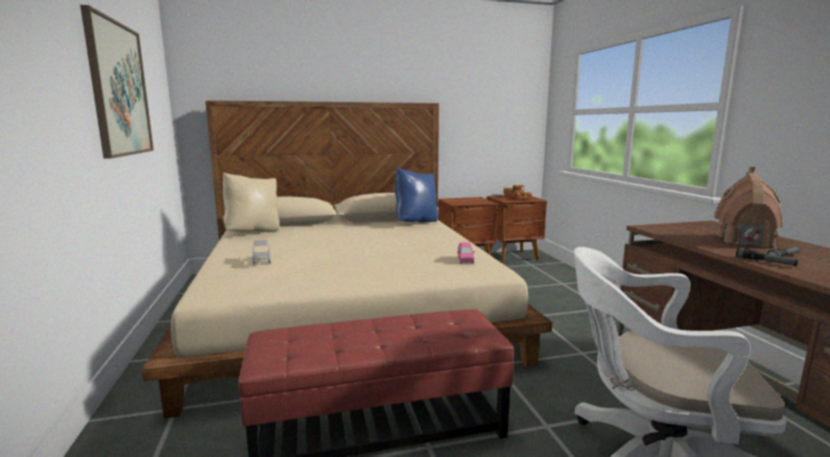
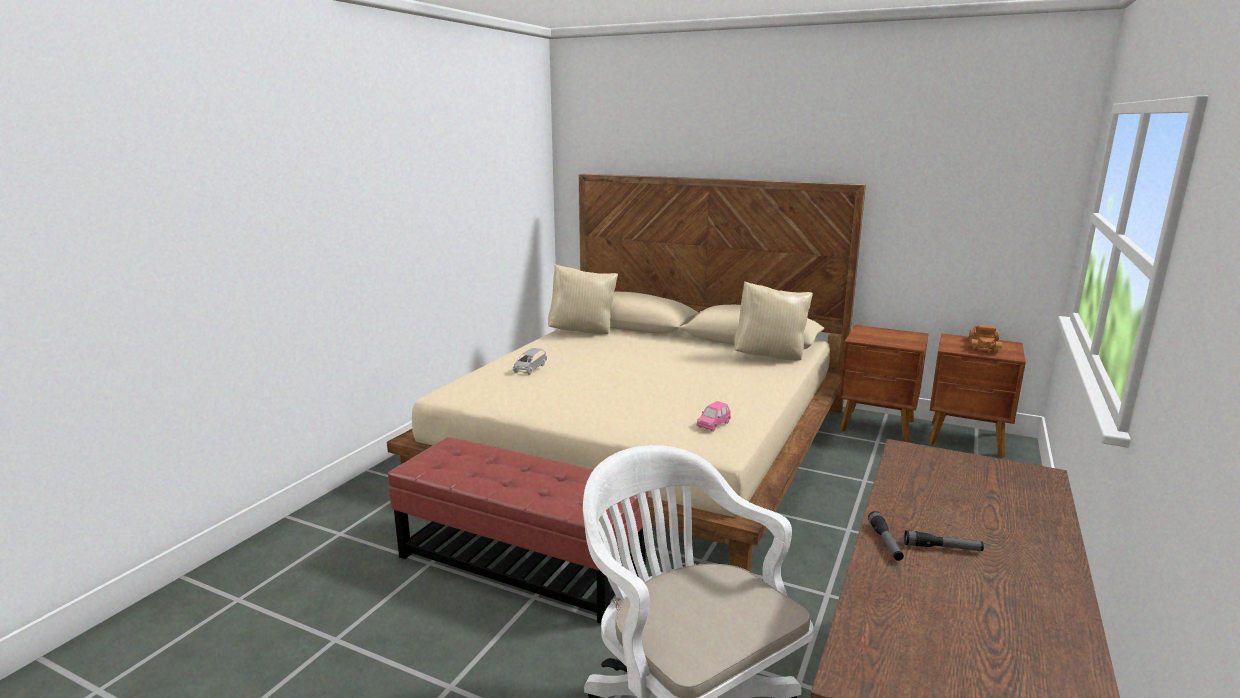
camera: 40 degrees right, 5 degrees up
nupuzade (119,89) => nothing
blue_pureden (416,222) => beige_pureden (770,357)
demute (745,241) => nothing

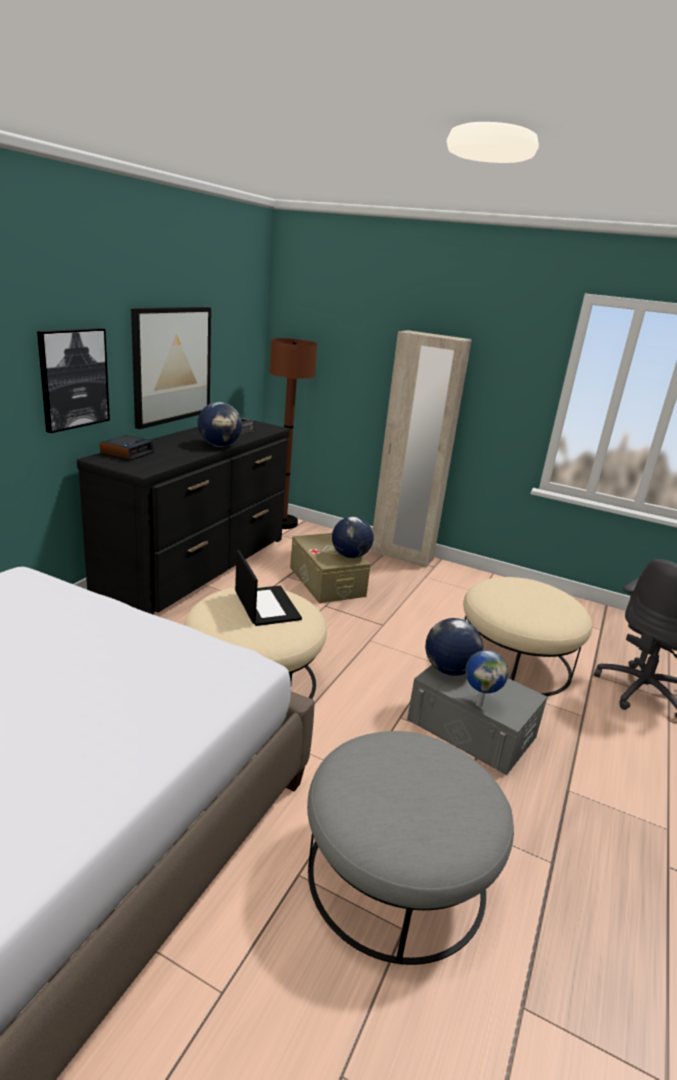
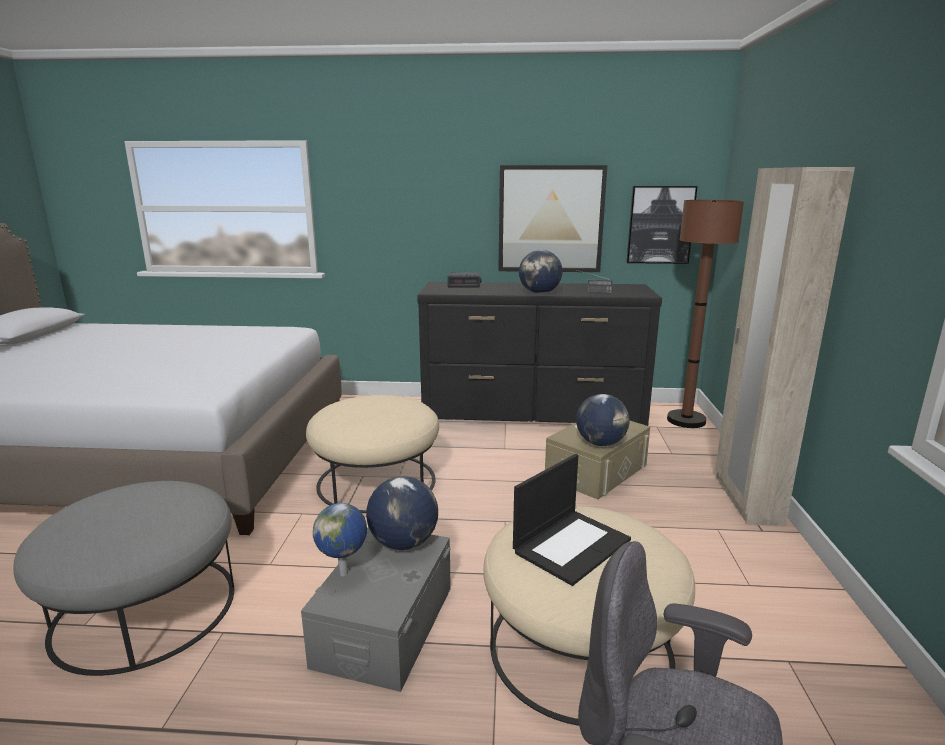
camera: 70 degrees right, 5 degrees down
nupuzade (73,378) => nupuzade (660,225), relocated
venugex (266,605) => venugex (571,545), relocated

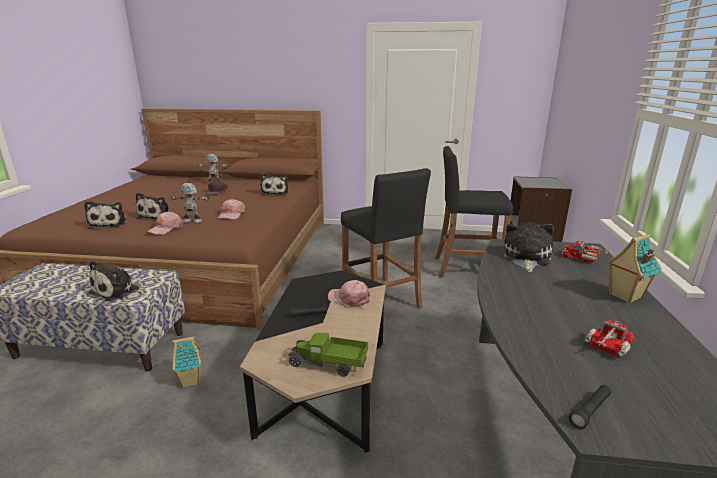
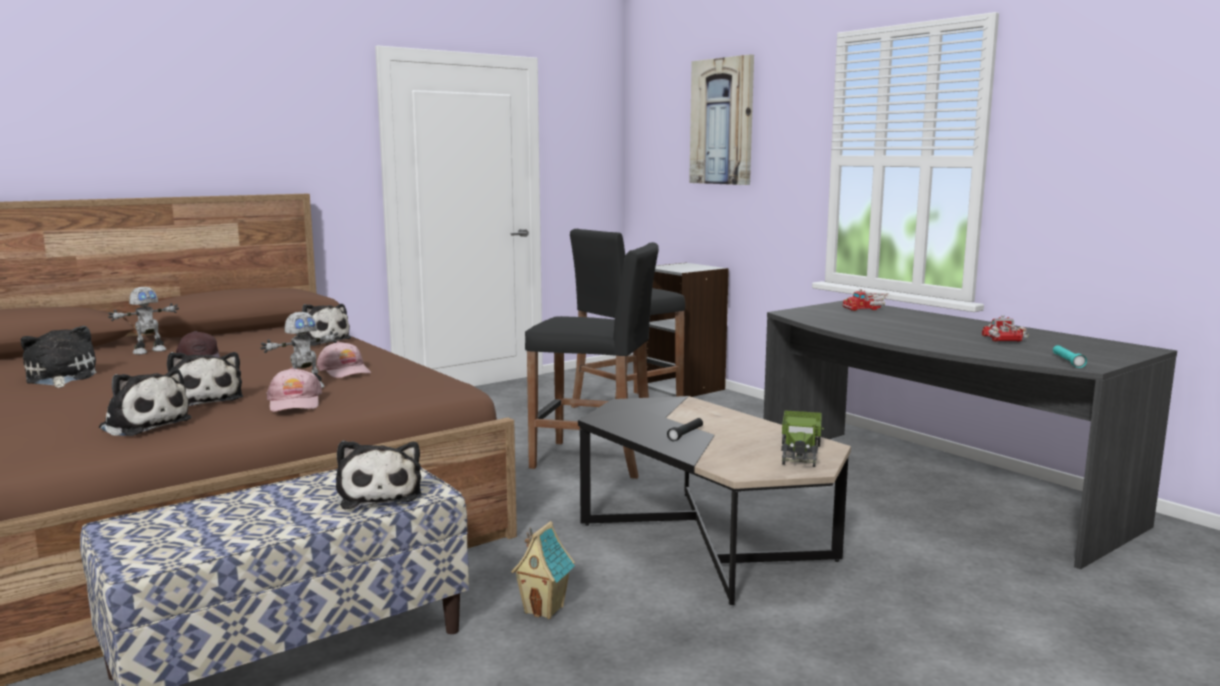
camera: 45 degrees left, 10 degrees down
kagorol (328,364) => kagorol (800,452), 45 degrees counterclockwise
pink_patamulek (349,298) => nothing
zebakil (526,258) => zebakil (60,378), relocated
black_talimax (590,411) => turquoise_talimax (1067,361)
demute (624,296) => nothing
nothing => nupuzade (722,122)

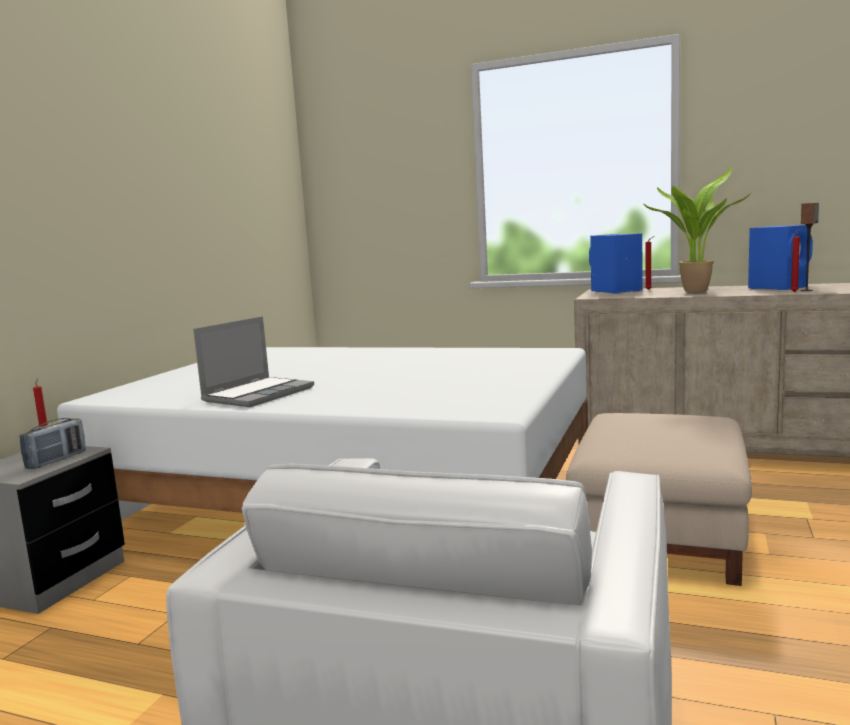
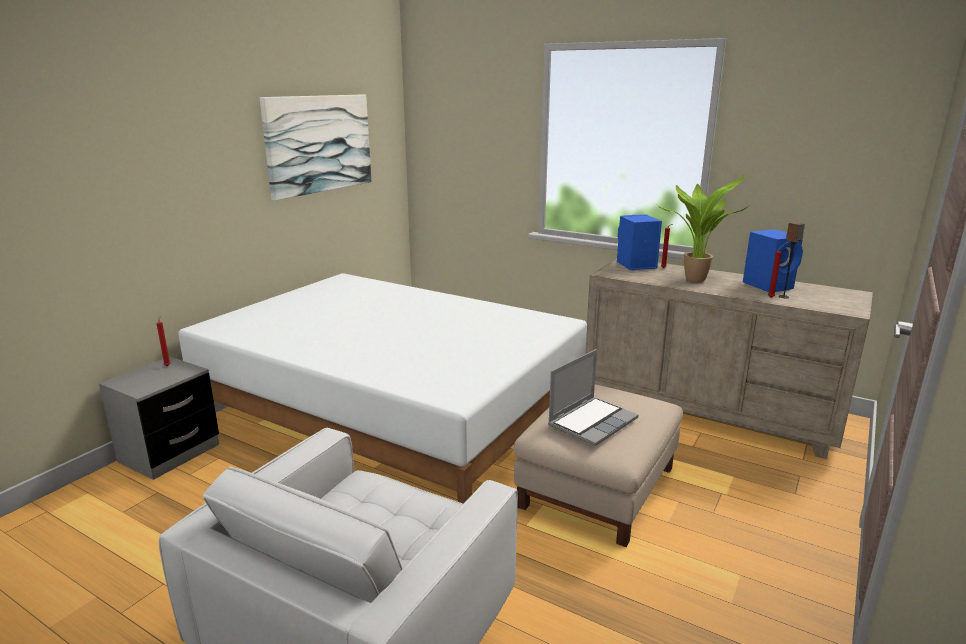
camera: 10 degrees right, 10 degrees up
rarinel (56,460) => nothing
venugex (258,394) => venugex (592,421), relocated
nothing => nupuzade (319,144)

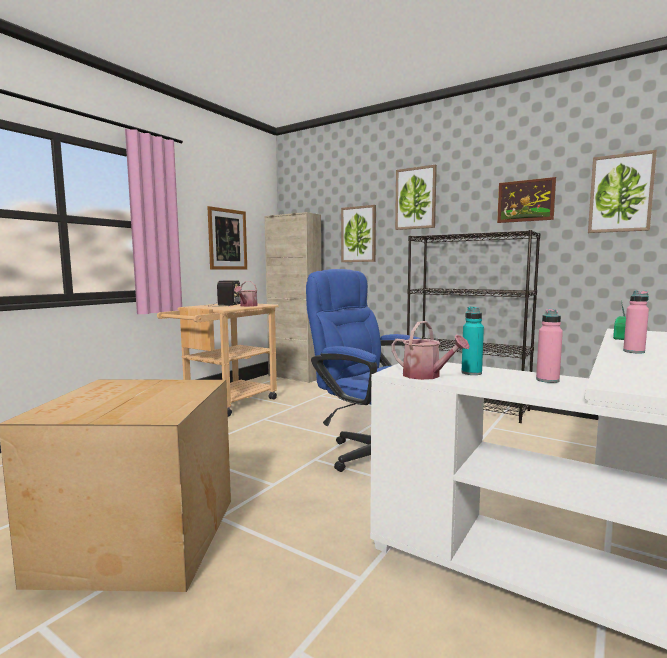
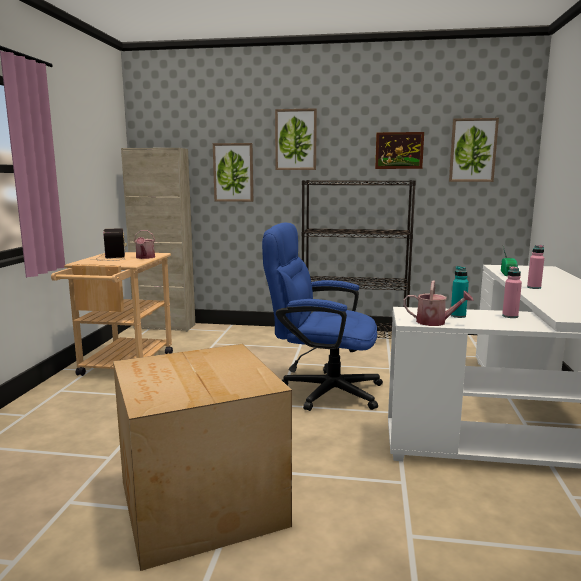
camera: 25 degrees left, 5 degrees up
nupuzade (227,239) => nothing

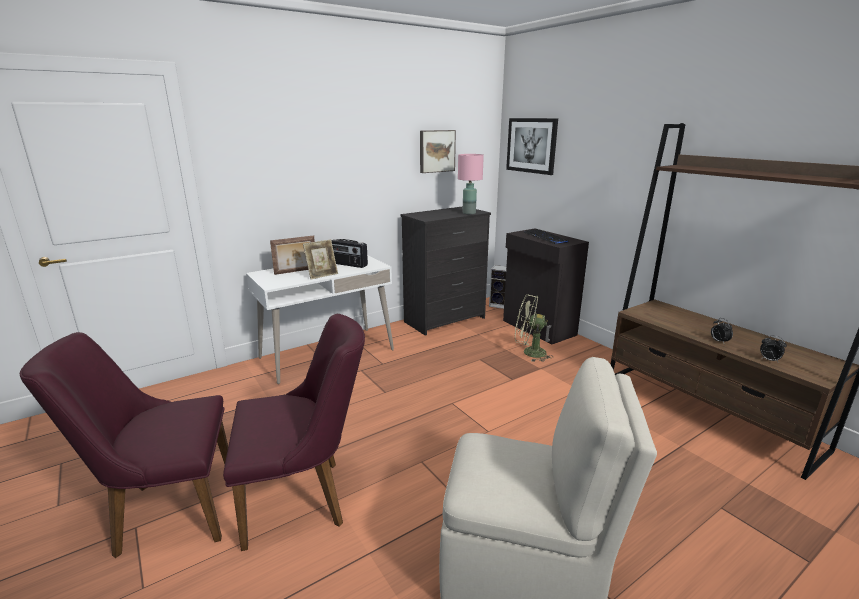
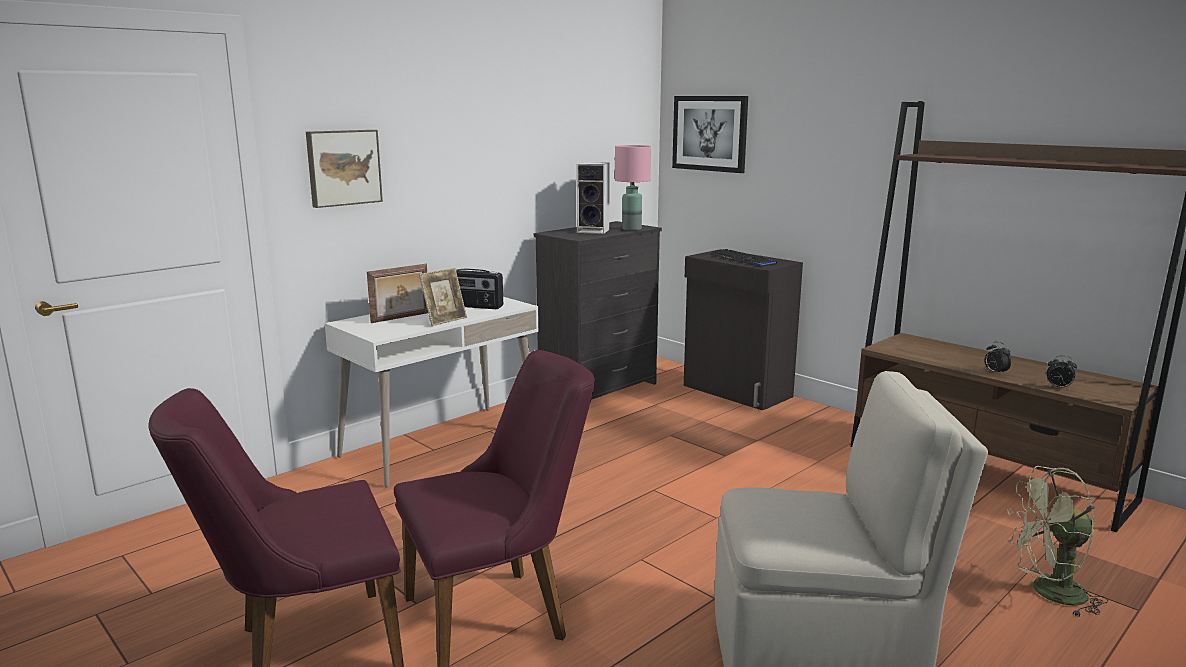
camera: 10 degrees left, 5 degrees down
nupuzade (436,151) => nupuzade (343,167), relocated
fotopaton (499,305) => fotopaton (594,231), relocated
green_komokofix (529,353) => green_komokofix (1048,593), relocated

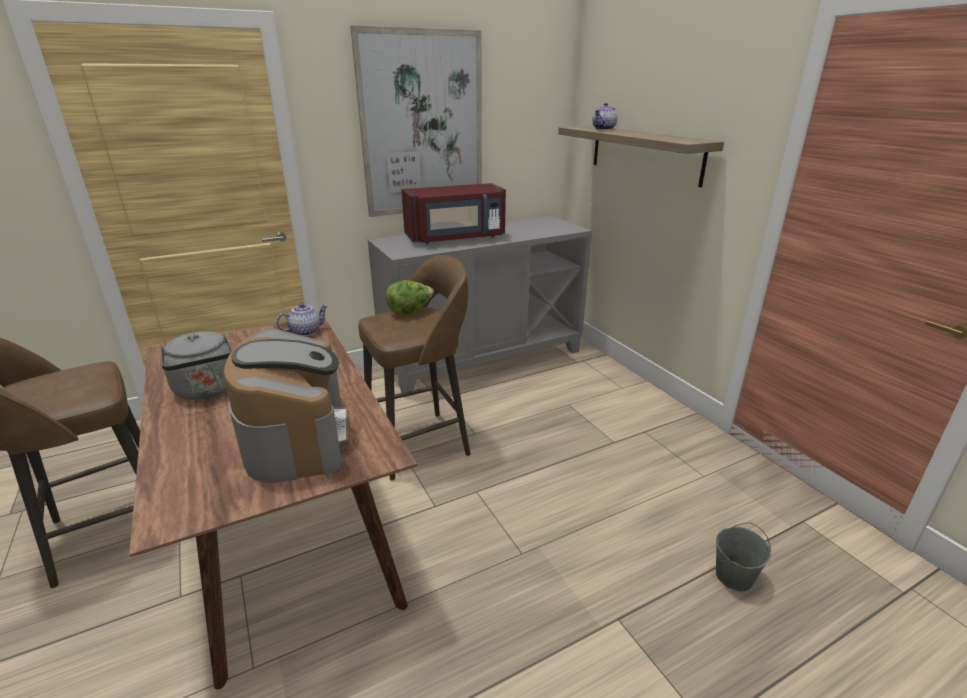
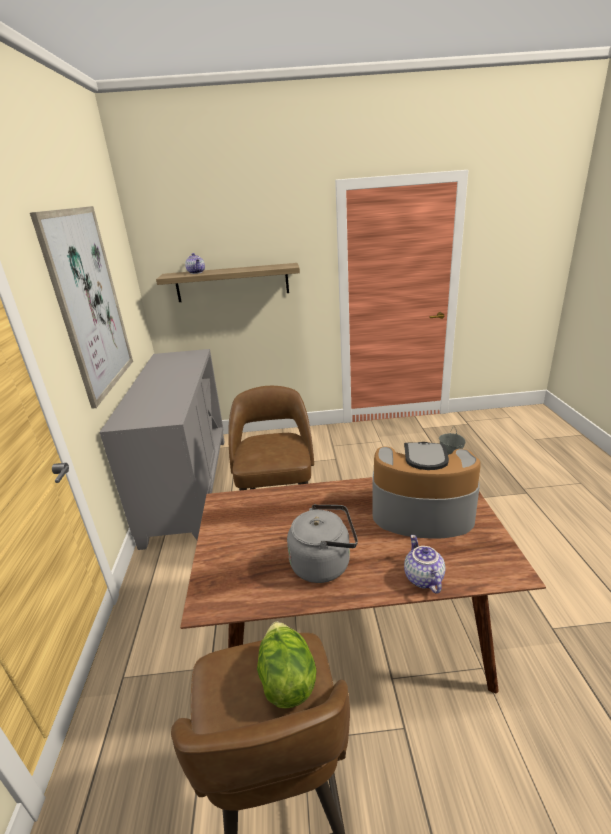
camera: 65 degrees left, 0 degrees up
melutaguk (305,331) => melutaguk (422,578), relocated
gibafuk (410,311) => gibafuk (287,680), relocated
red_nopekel (456,238) => nothing

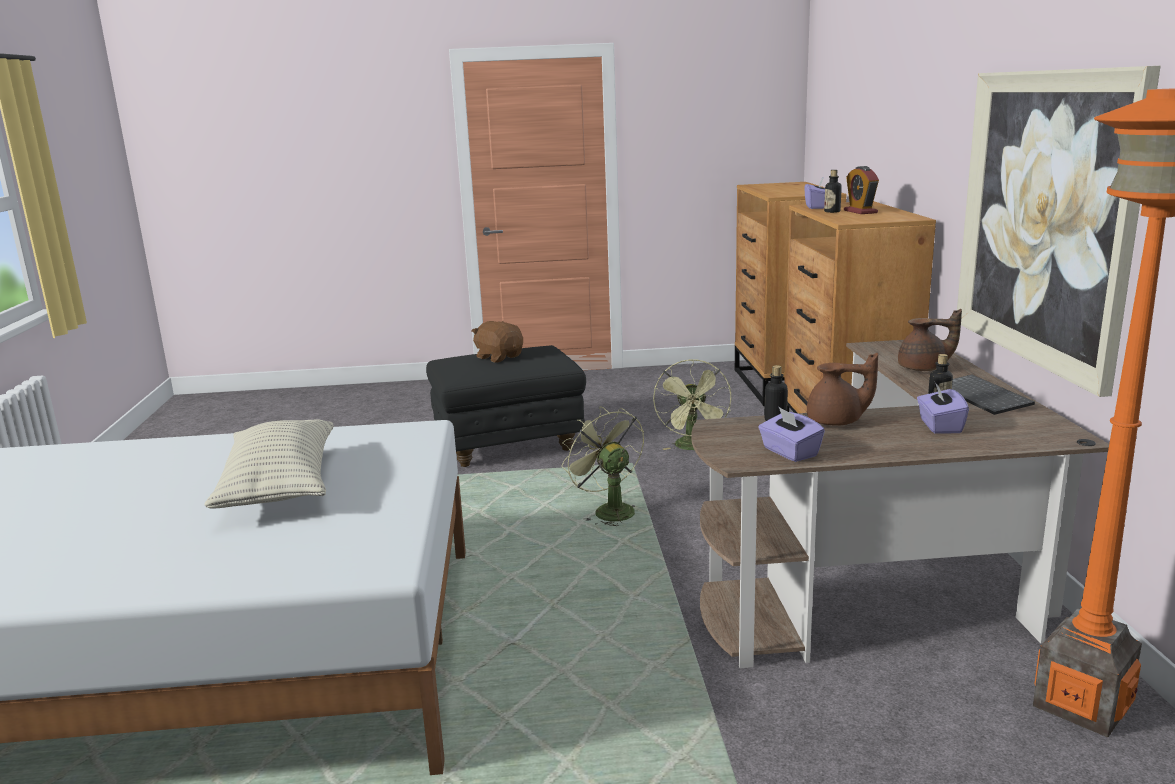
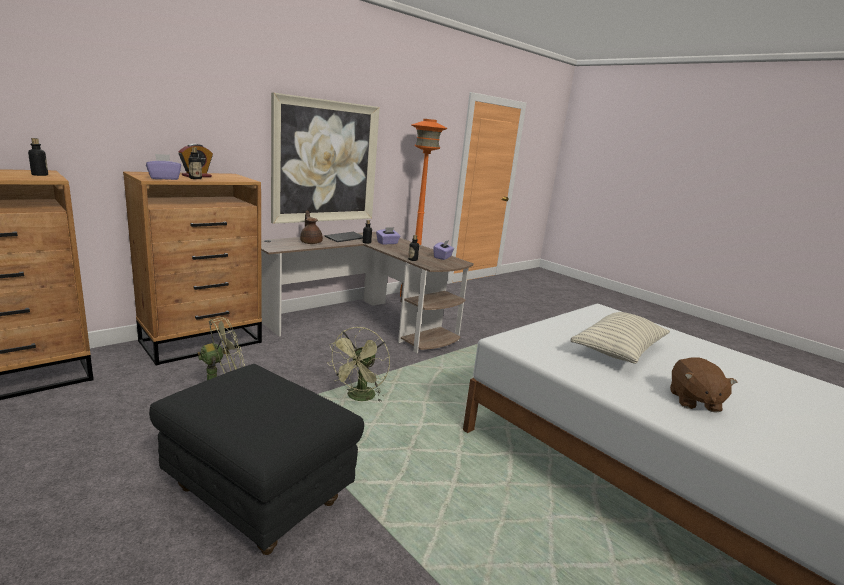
camera: 130 degrees left, 0 degrees up
brown_zebakil (499,357) => brown_zebakil (693,401), relocated
brown_melutaguk (837,422) => nothing
nothing => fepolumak (40,175)

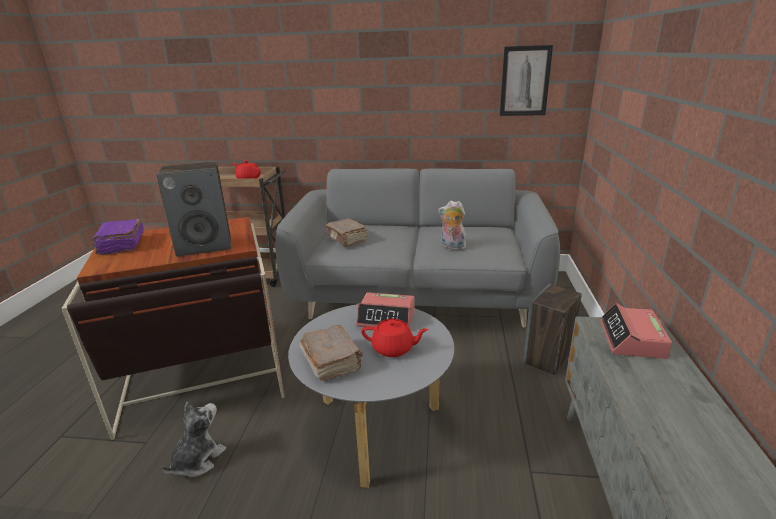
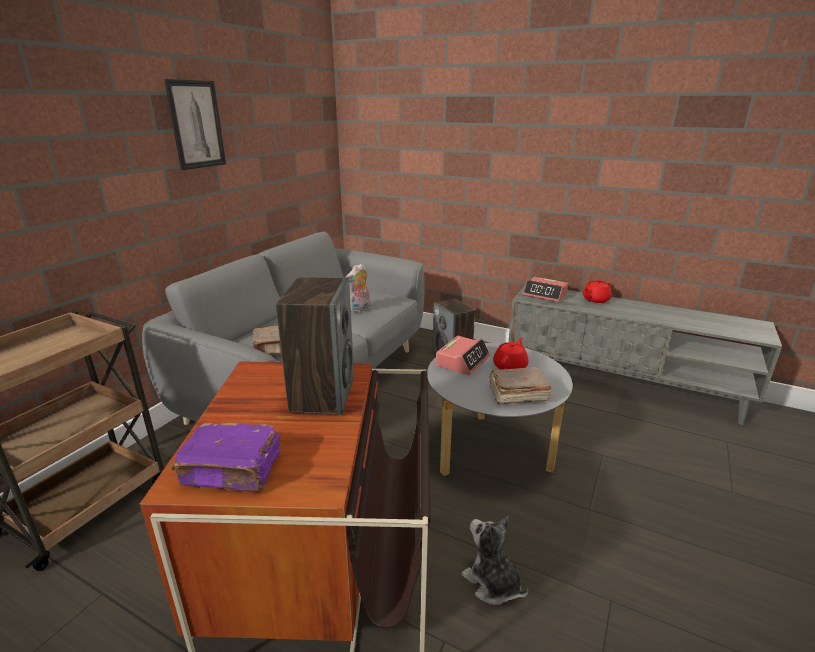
camera: 70 degrees left, 0 degrees up
red_melutaguk (248,179) => red_melutaguk (595,300), relocated
nupuzade (525,81) => nupuzade (196,125), relocated

